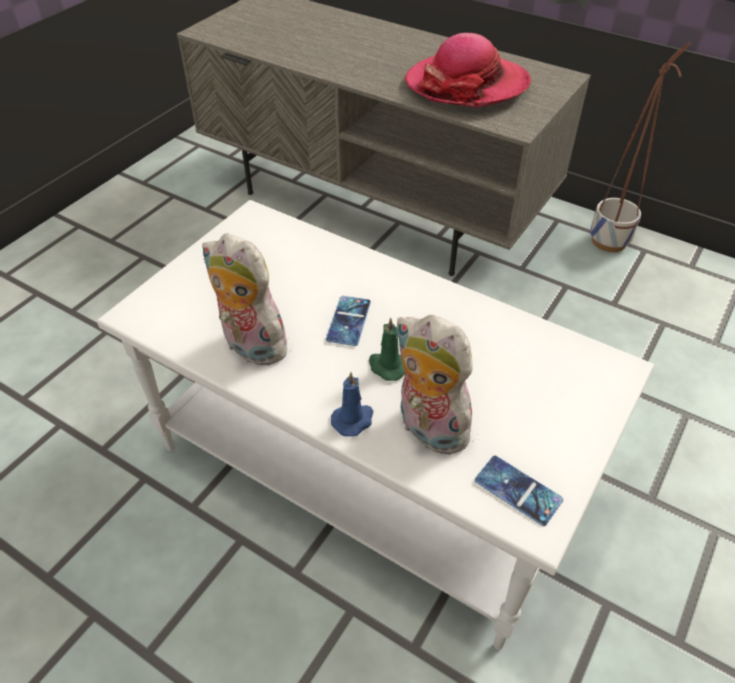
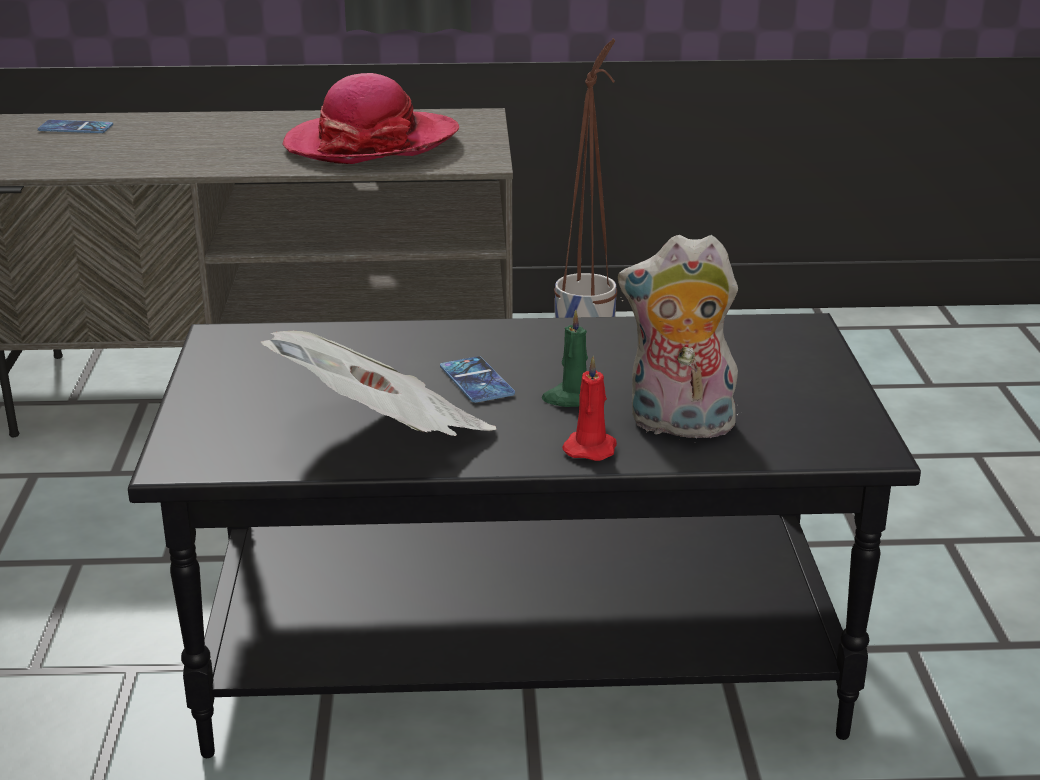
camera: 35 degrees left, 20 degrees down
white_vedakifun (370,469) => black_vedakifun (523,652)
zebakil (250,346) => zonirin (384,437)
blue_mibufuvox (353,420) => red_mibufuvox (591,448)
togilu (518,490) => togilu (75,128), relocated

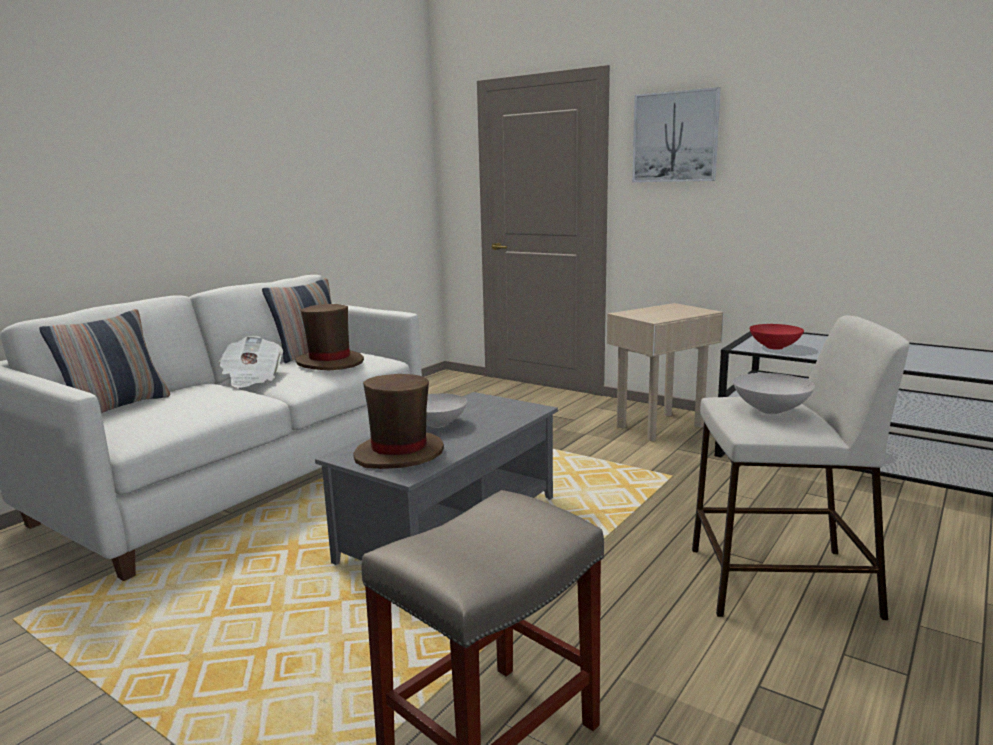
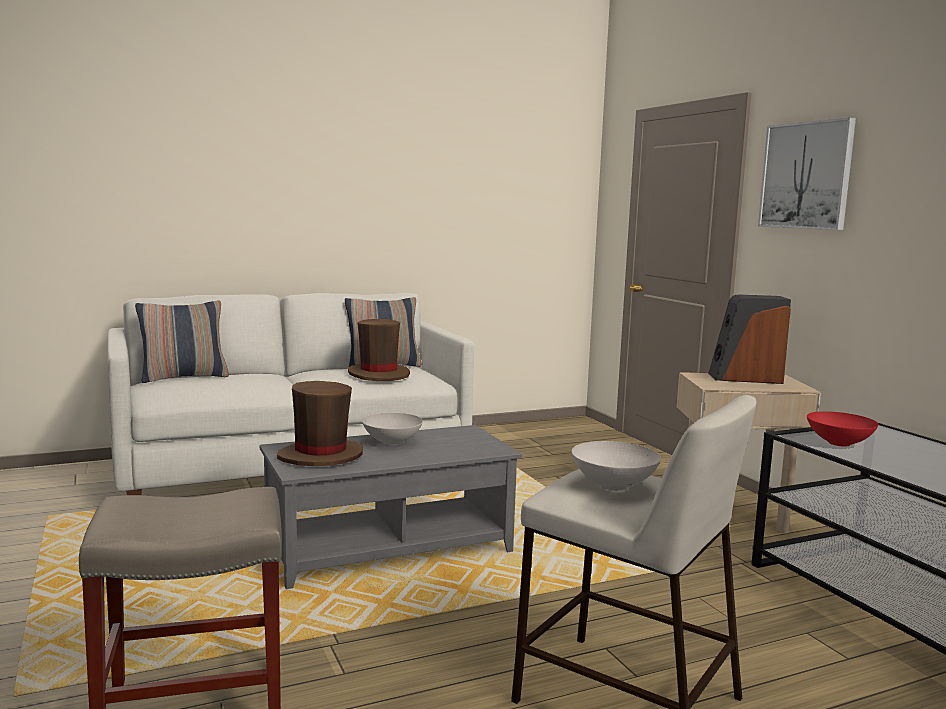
camera: 30 degrees right, 5 degrees down
zonirin (252,378) => nothing
nothing => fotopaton (745,378)

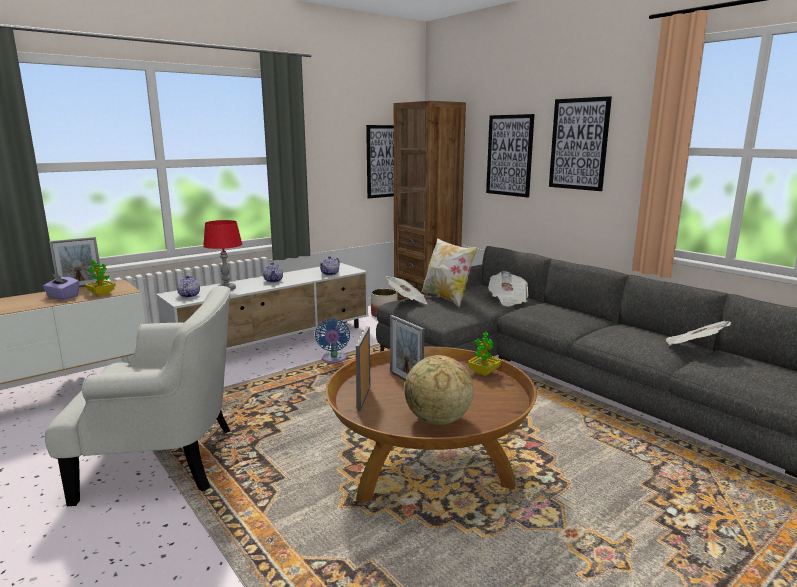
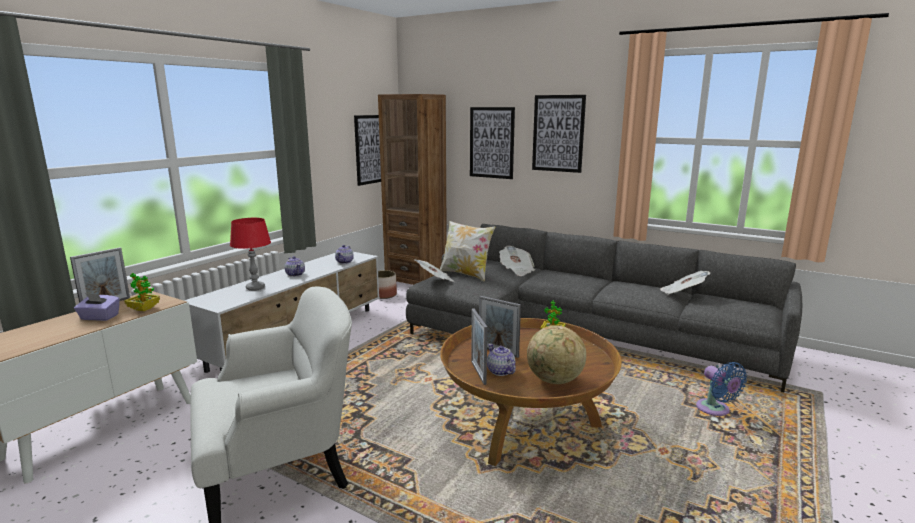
camera: 20 degrees left, 0 degrees up
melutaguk (189,295) => melutaguk (500,371), relocated
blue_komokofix (333,360) => blue_komokofix (715,410), relocated

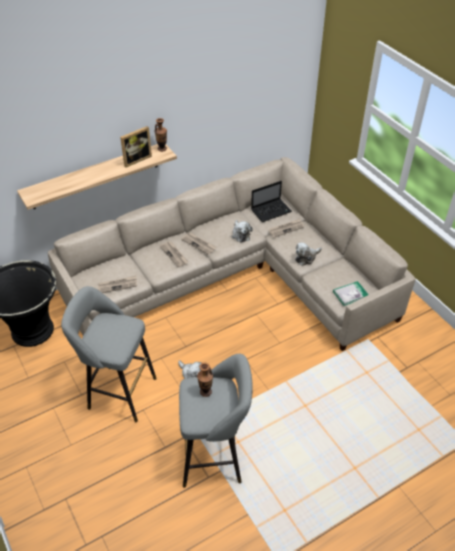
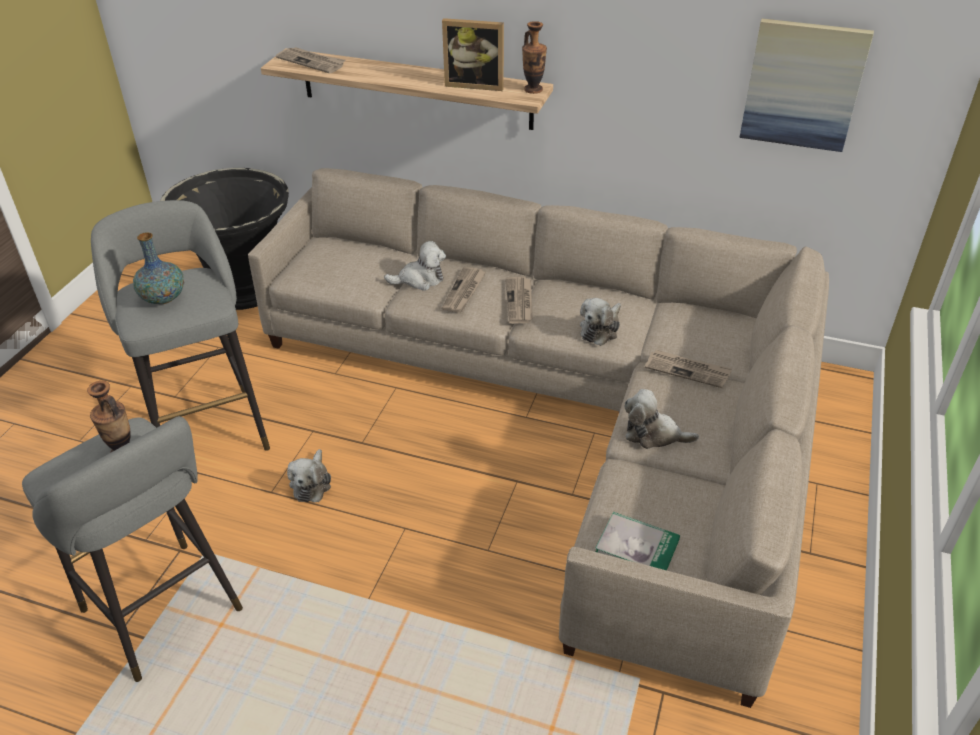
camera: 50 degrees right, 5 degrees down
zonirin (118,285) => zonirin (312,62), relocated
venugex (271,210) => nothing
nothing => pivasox (163,298)
nothing => zebakil (420,280)
nothing => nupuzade (803,85)

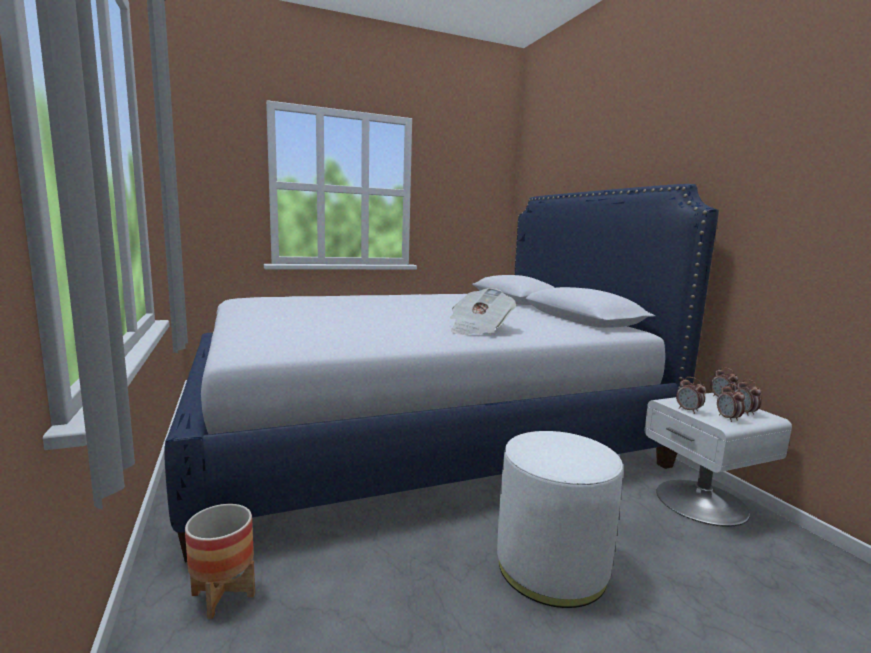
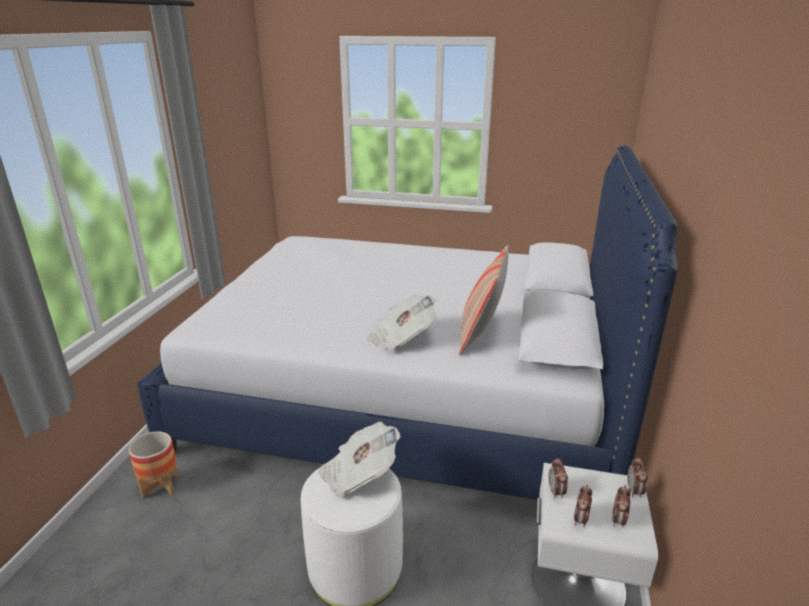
camera: 35 degrees right, 15 degrees up
nothing => zonirin (359,474)
nothing => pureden (481,334)

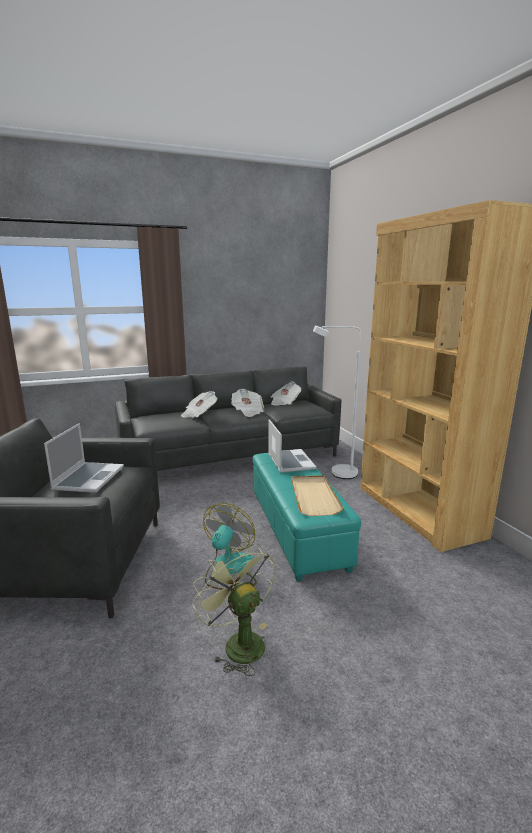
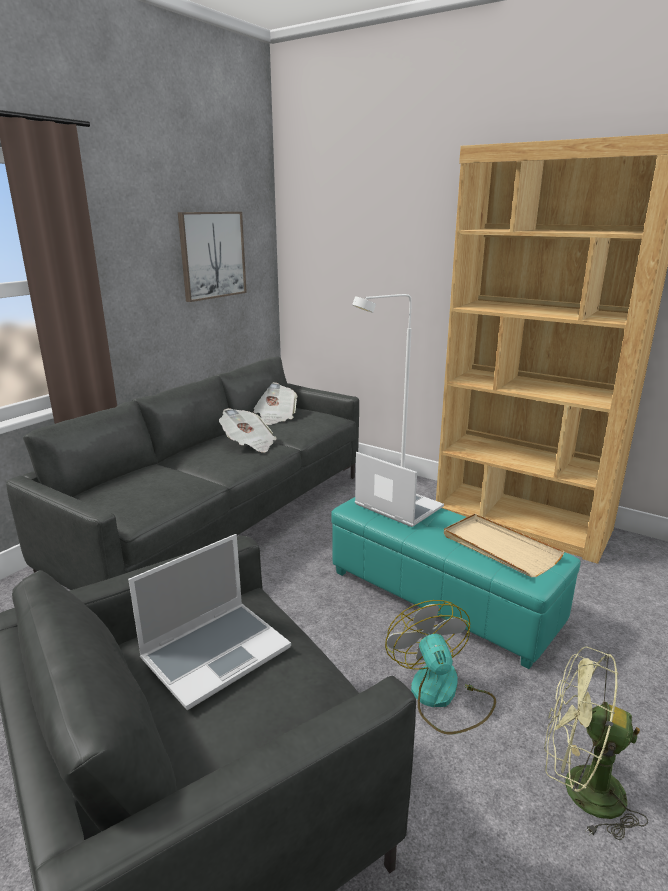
camera: 35 degrees left, 5 degrees up
venugex (88,478) => venugex (216,652), 75 degrees clockwise
zonirin (199,414) => nothing
nothing => nupuzade (212,255)

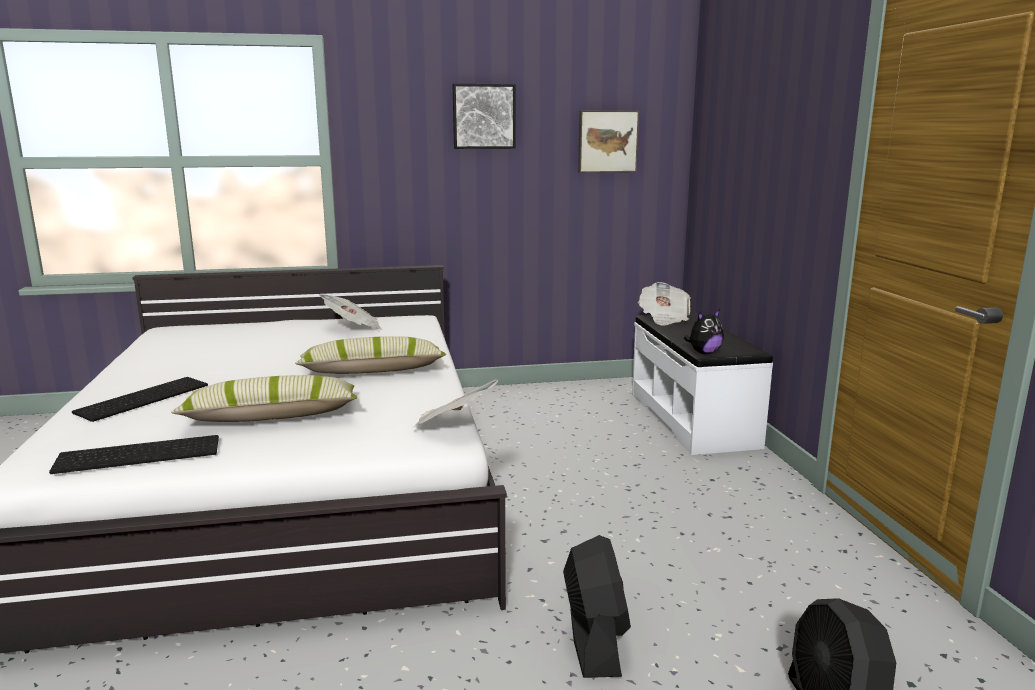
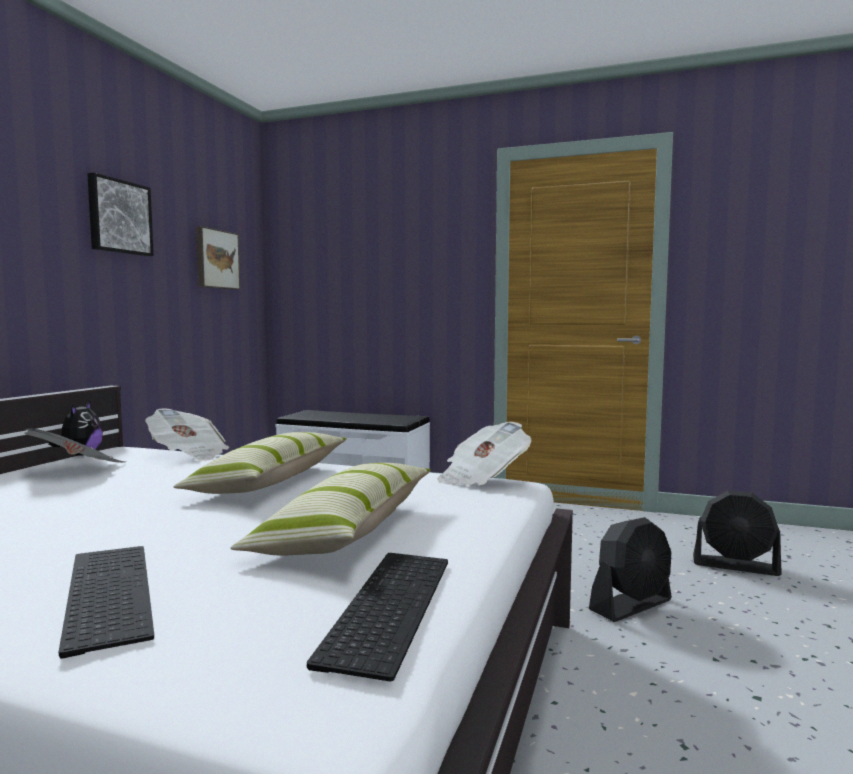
camera: 60 degrees left, 10 degrees down
black_komokofix (594,640) => black_komokofix (631,605), 120 degrees clockwise
zonirin (663,318) => zonirin (189,455), relocated
zebakil (704,353) => zebakil (80,455), relocated

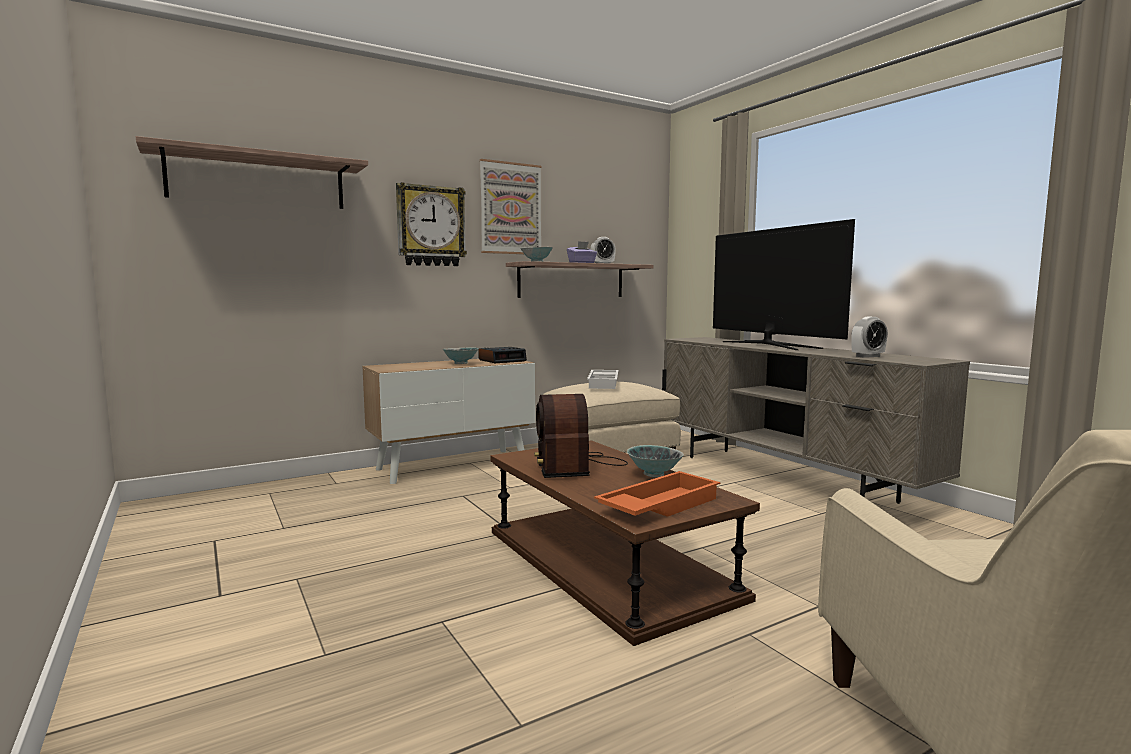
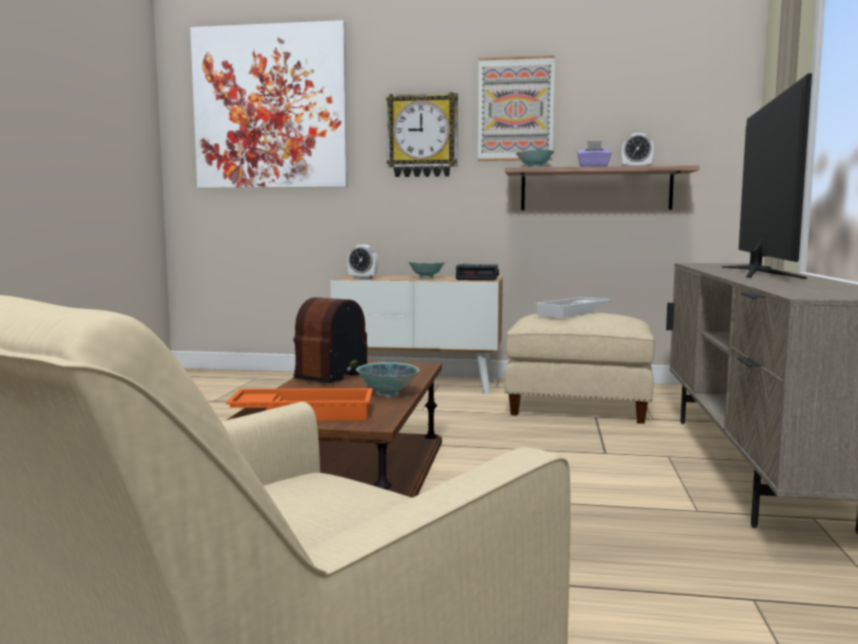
camera: 40 degrees right, 0 degrees up
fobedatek (258,181) => nupuzade (270,107)
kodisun (867,356) => kodisun (363,278), relocated

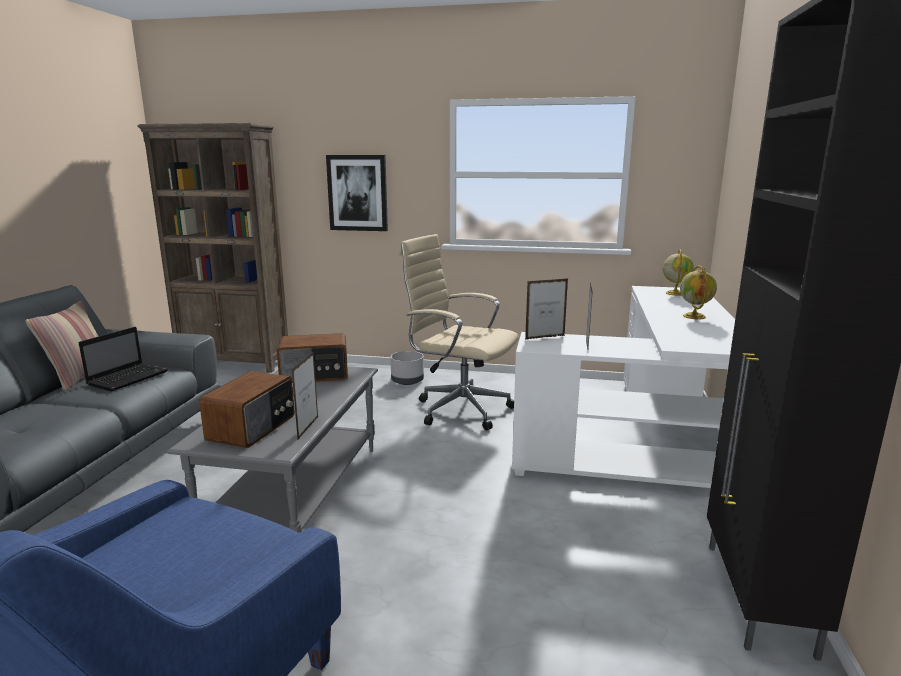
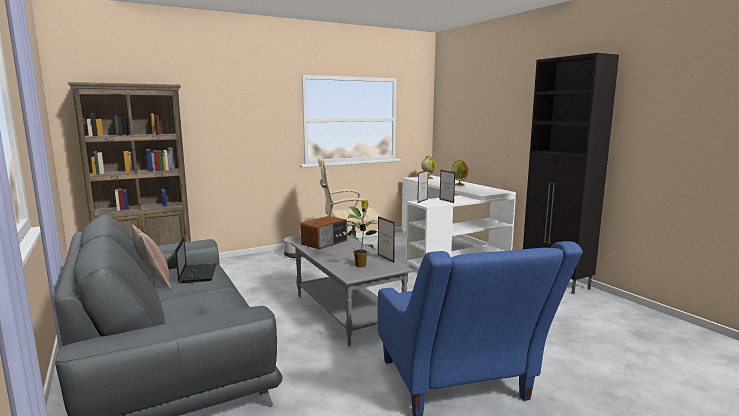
camera: 40 degrees left, 5 degrees down
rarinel (253,428) => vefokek (361,265)
nupuzade (357,193) => nothing

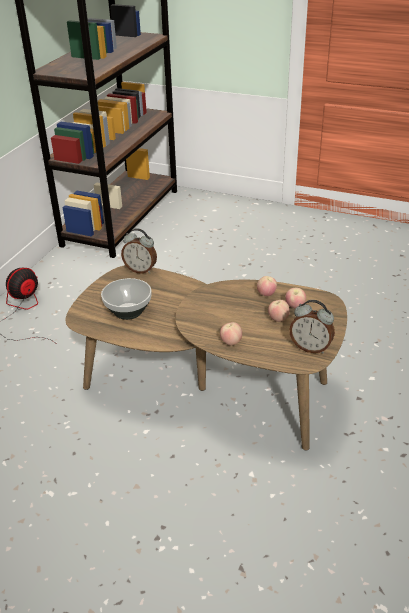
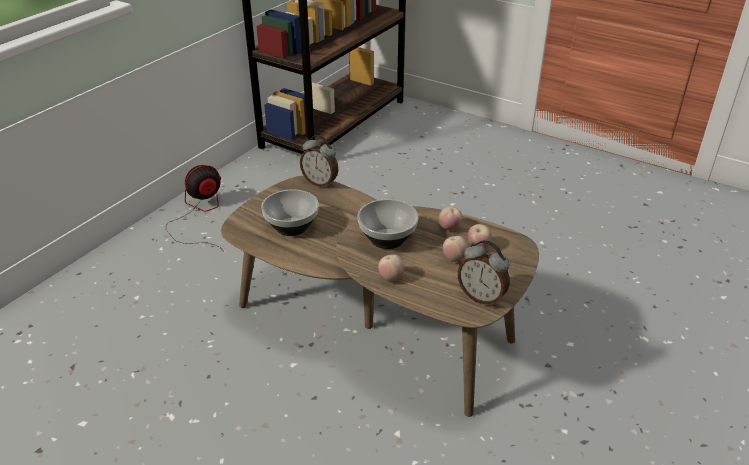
camera: 10 degrees right, 0 degrees up
nothing => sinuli (387,239)

